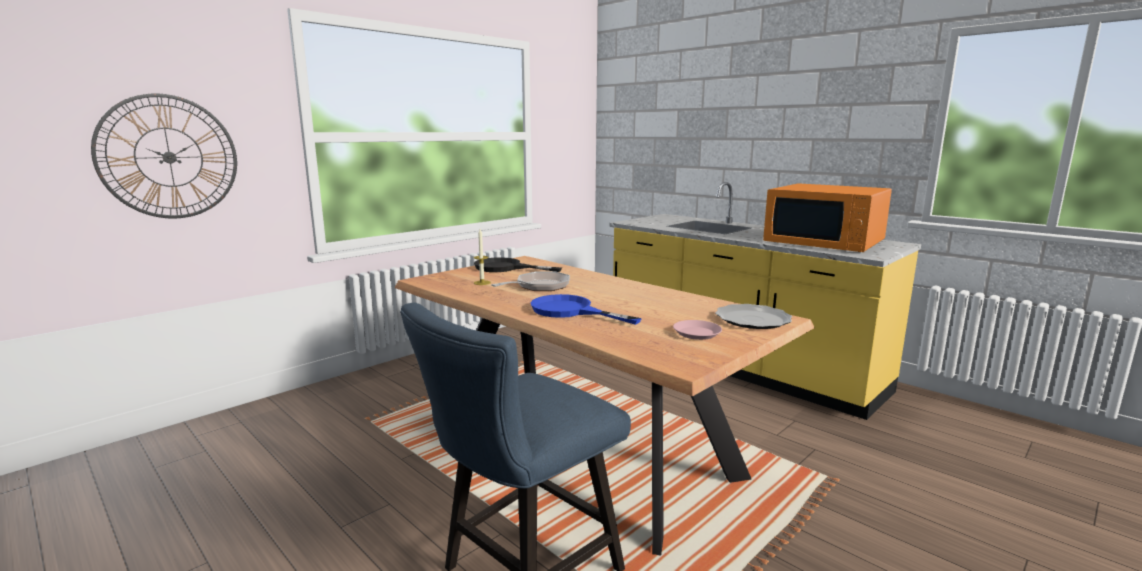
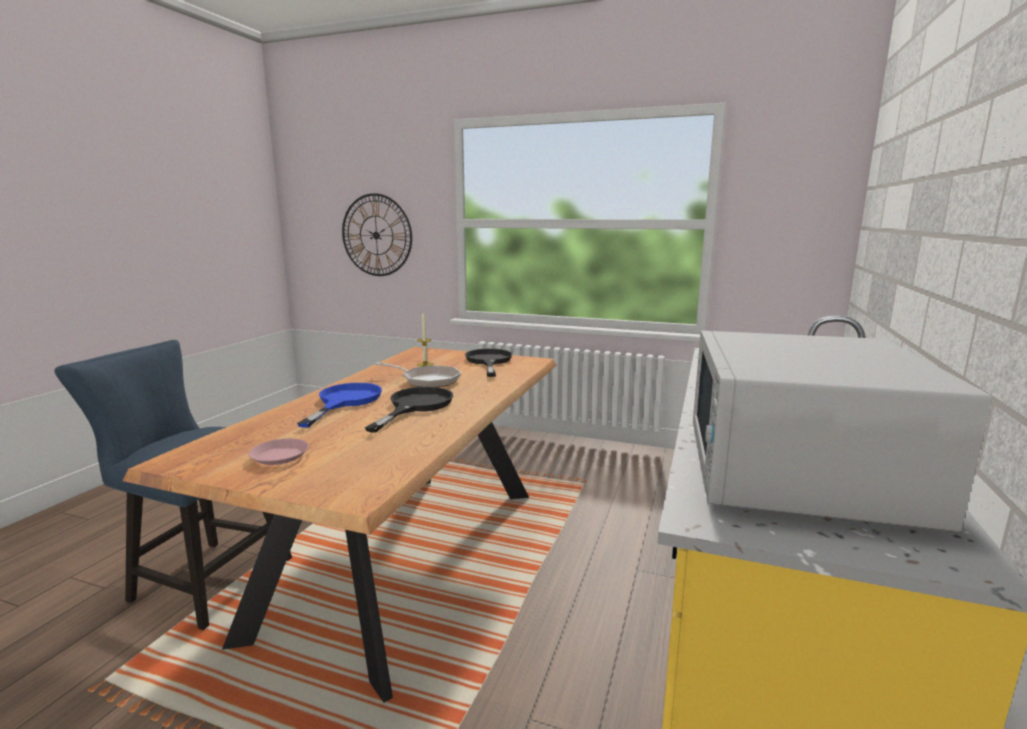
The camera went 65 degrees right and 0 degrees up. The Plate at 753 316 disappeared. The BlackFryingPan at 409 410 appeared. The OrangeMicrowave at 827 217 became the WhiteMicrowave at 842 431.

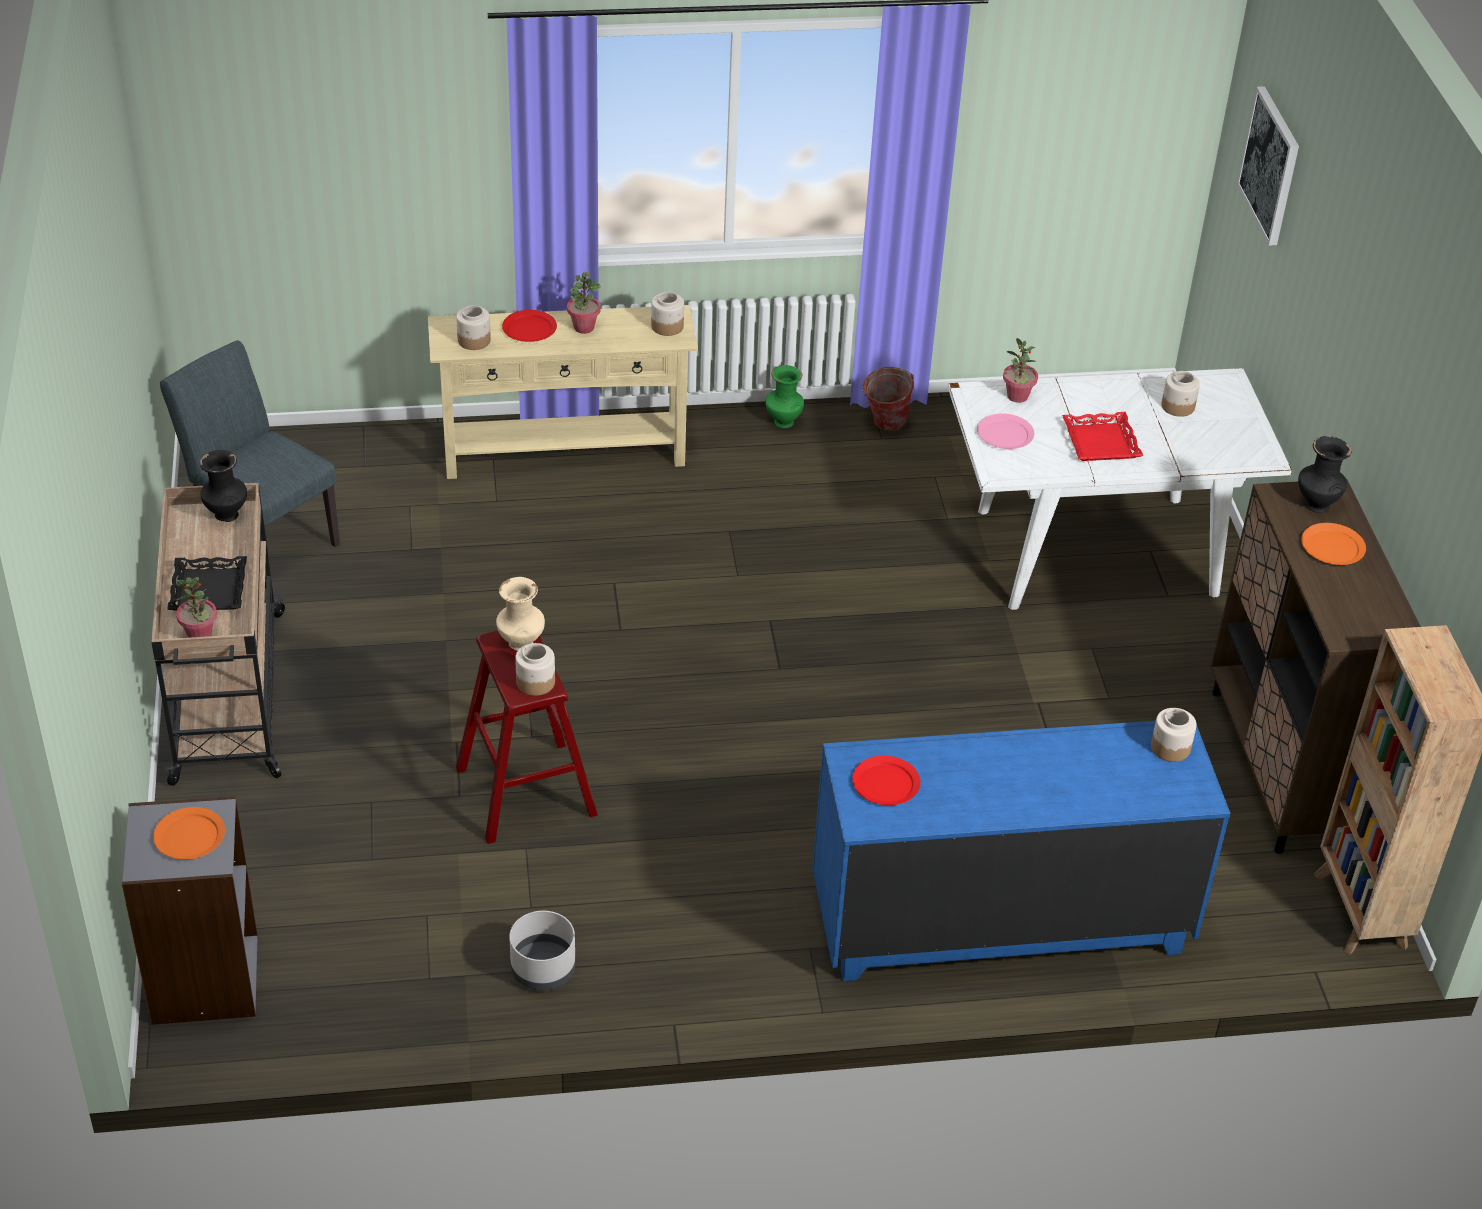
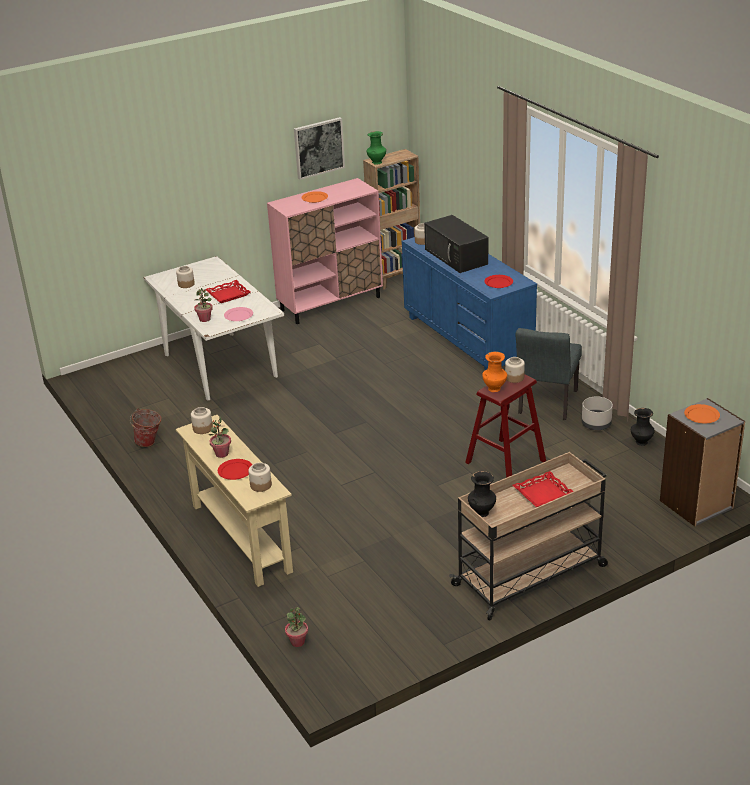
The camera went 110 degrees left and 10 degrees down. The BlackMicrowave at 456 244 appeared. The GreyChair moved from 250 464 to 548 374. The PottedPlant moved from 196 607 to 296 627. The GreenVase moved from 784 396 to 376 148. The Picture moved from 1268 165 to 319 148. The BlackVase moved from 1324 474 to 643 427. The BlackTray at 207 583 became the RedTray at 543 489. The BeigeVase at 520 614 became the OrangeVase at 494 371. The BrownCabinet at 1316 666 became the PinkCabinet at 325 251.

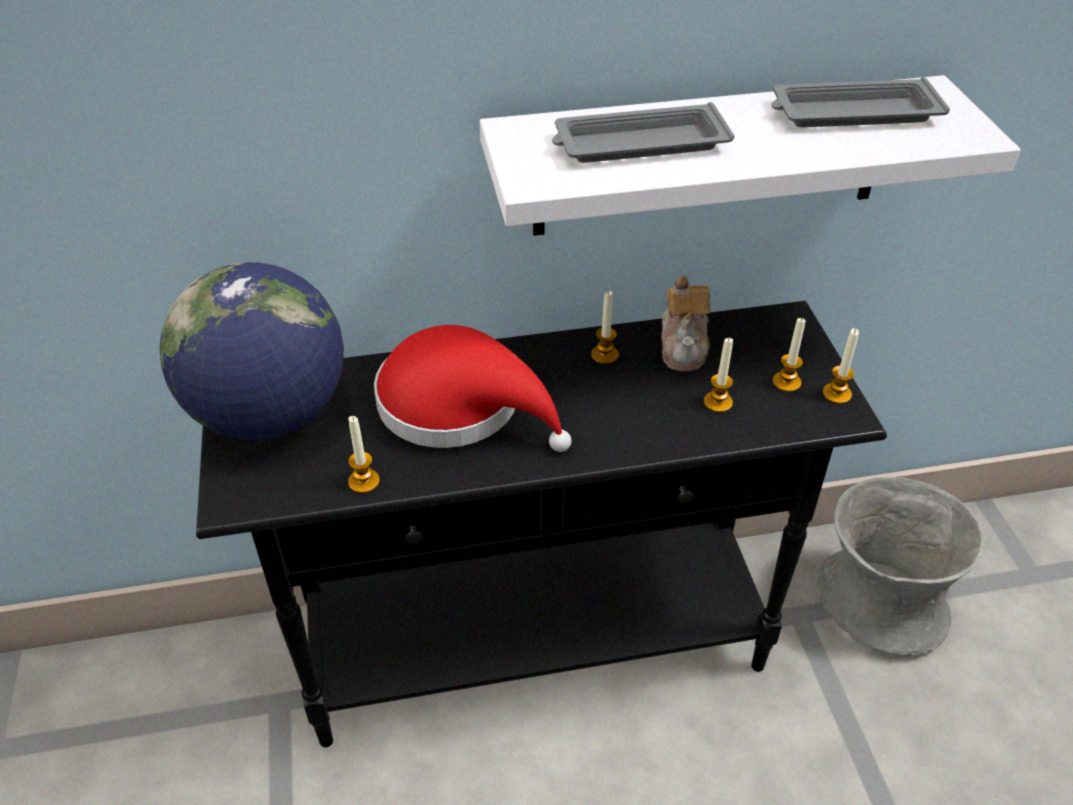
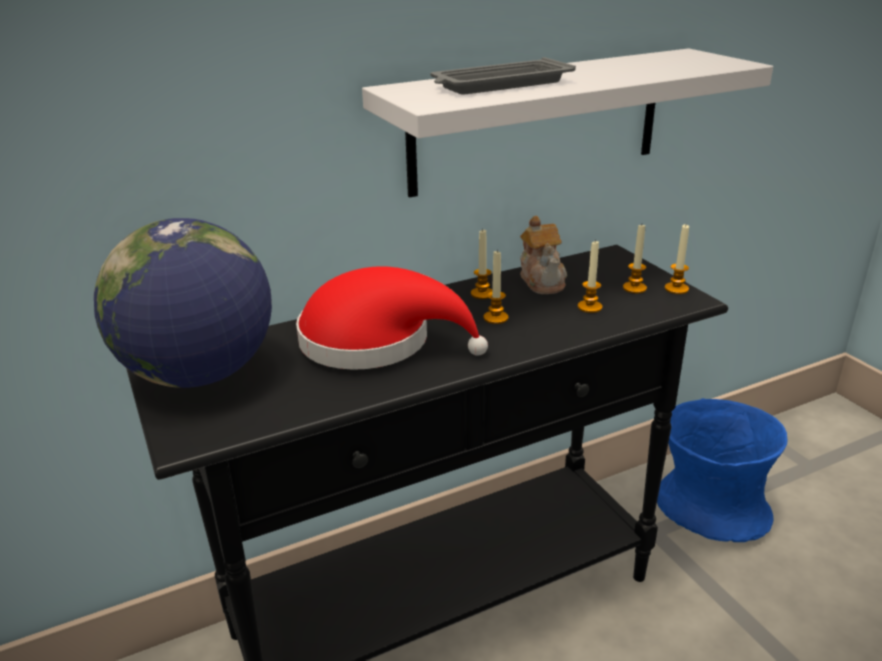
The camera went 15 degrees left and 15 degrees down. The GreyTray at 861 102 disappeared. The Candle moved from 364 454 to 496 287. The GreyVase at 900 566 became the BlueVase at 722 470.

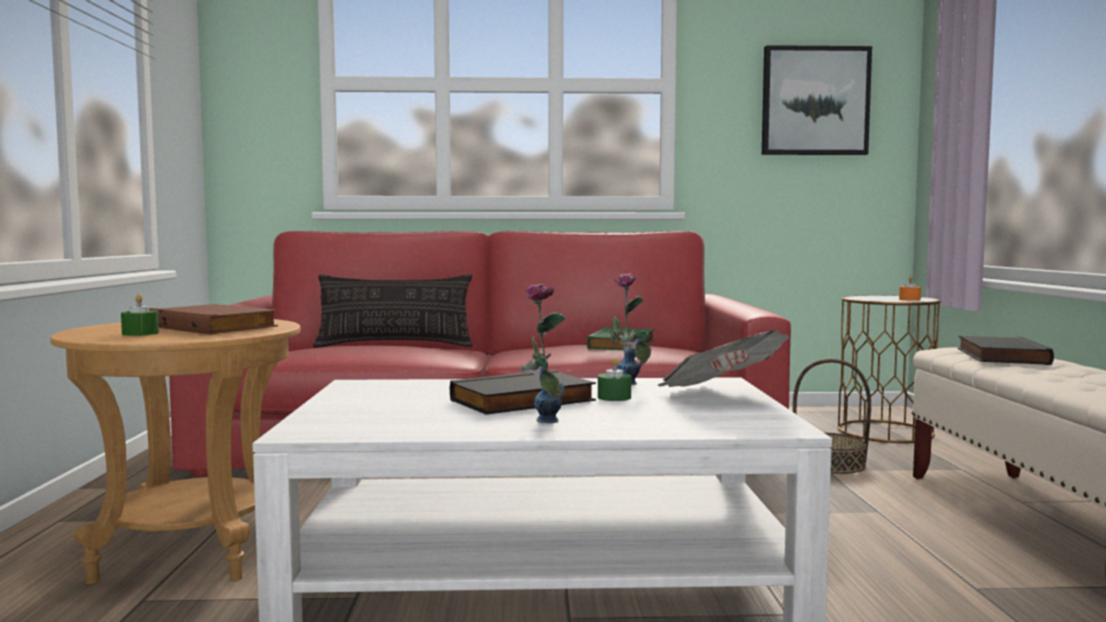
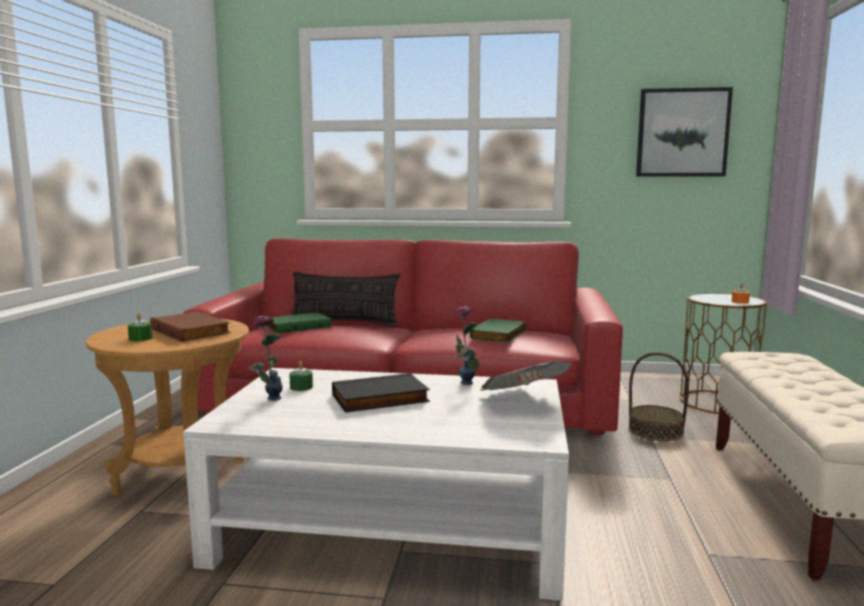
The camera went 10 degrees right and 5 degrees up. The BlackBook at 1006 350 disappeared. The GreenBook at 298 322 appeared. The Vase moved from 542 354 to 265 358. The GreenCandle moved from 614 379 to 301 376.

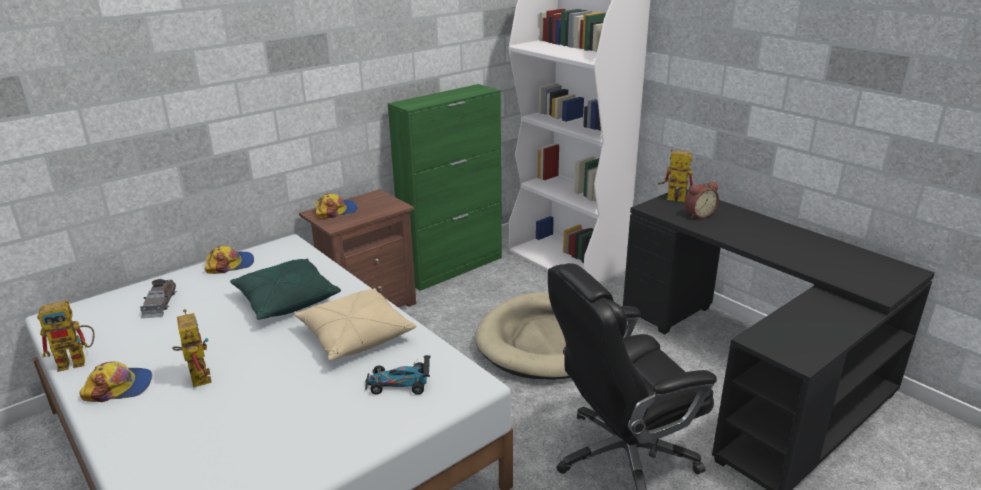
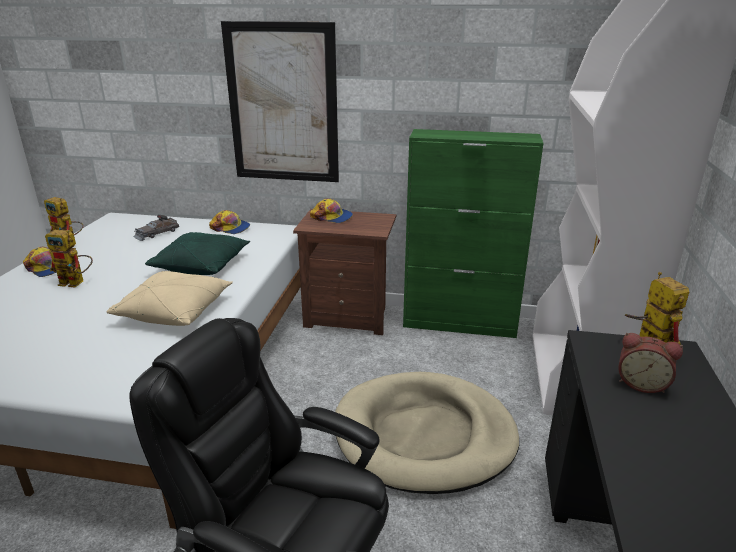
The camera went 50 degrees right and 0 degrees up. The ToyCar at 398 375 disappeared. The Picture at 280 101 appeared. The ToyRobot at 192 348 turned 75 degrees clockwise.

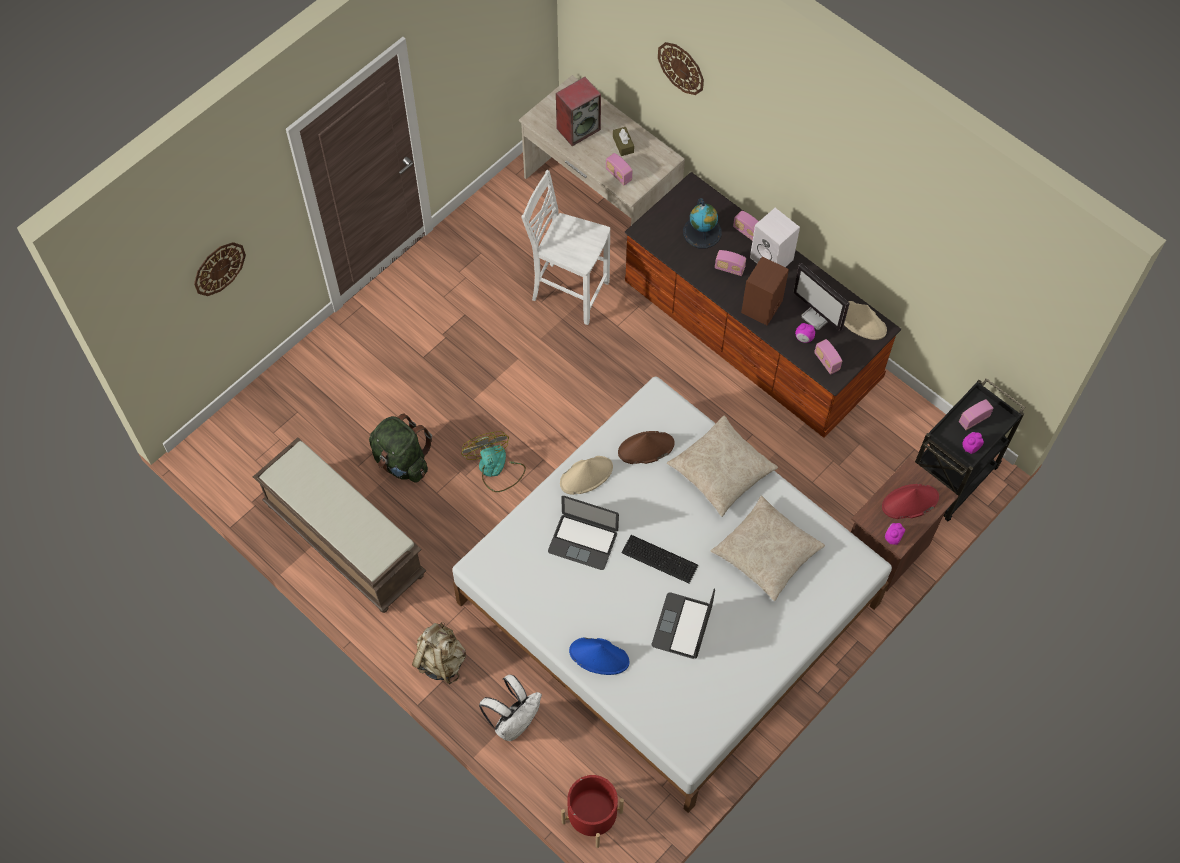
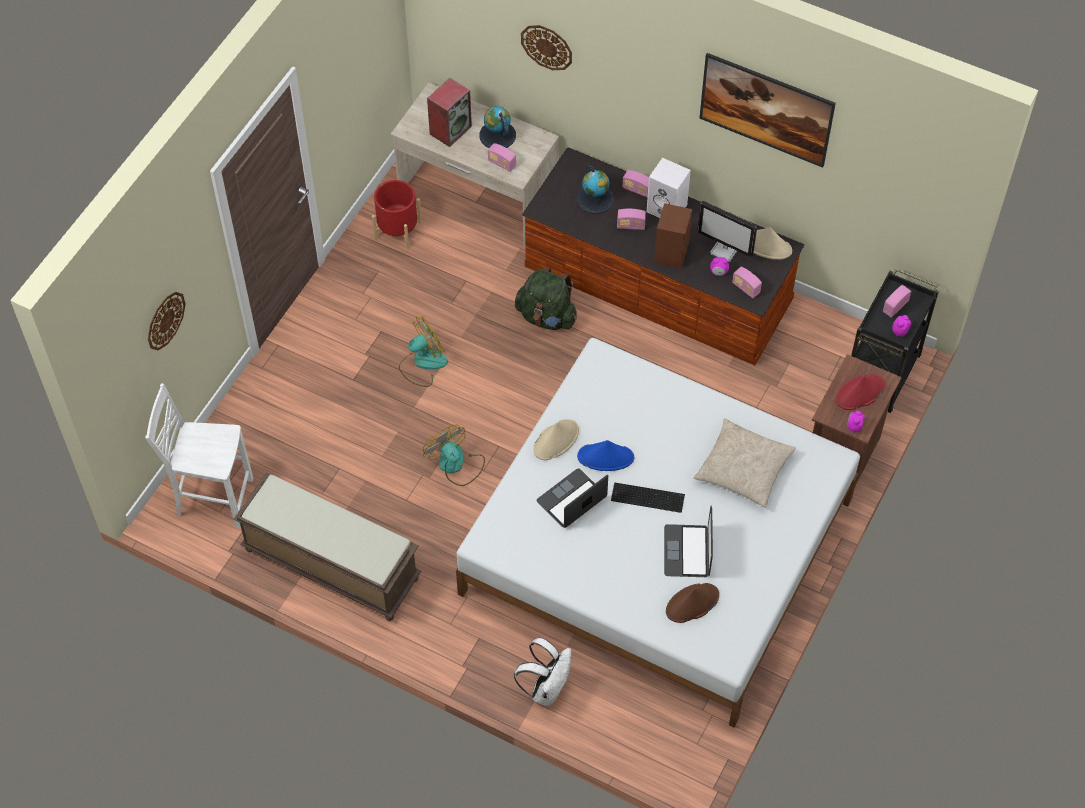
The camera went 15 degrees left and 5 degrees down. The BeigeBackpack at 439 653 disappeared. The BeigePillow at 722 466 disappeared. The Fan at 423 351 appeared. The Picture at 767 110 appeared. The GreenBackpack moved from 400 448 to 546 298. The WhiteChair moved from 565 247 to 199 456. The RedPlanter moved from 592 811 to 397 214. The BlueHat moved from 599 656 to 605 455. The BrownHat moved from 646 447 to 692 603. The BrownTissueBox at 623 141 was replaced by the Globe at 497 127. The Laptop at 583 533 turned 135 degrees clockwise.

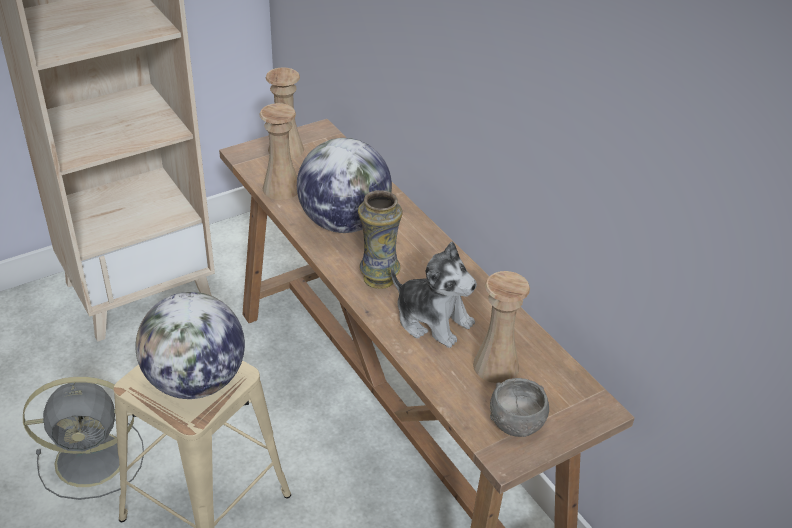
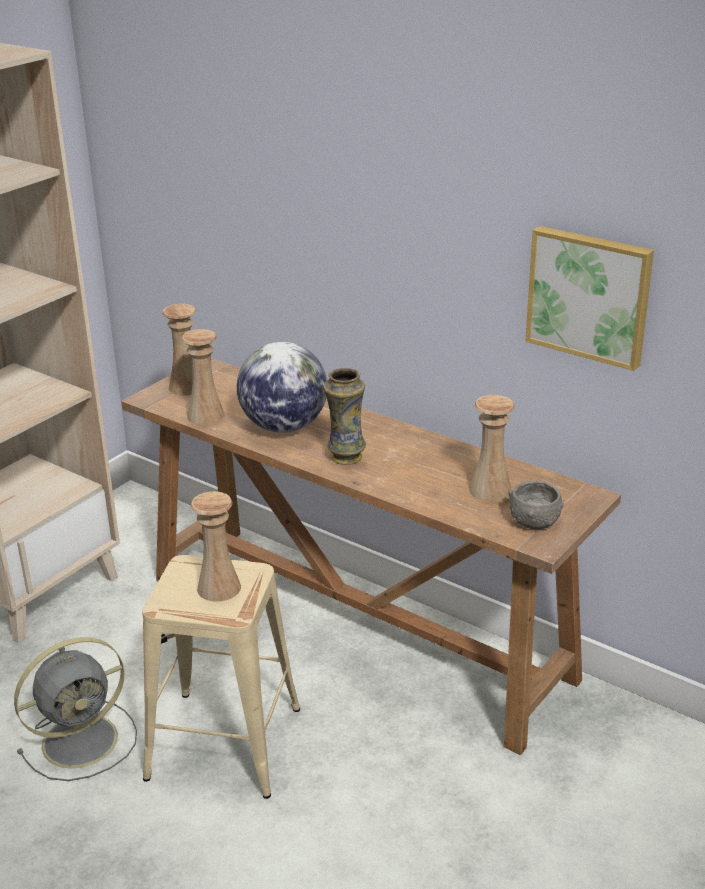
The camera went 20 degrees left and 10 degrees down. The PlushToy at 434 295 disappeared. The Picture at 590 298 appeared. The Globe at 190 345 was replaced by the BeigeVase at 216 546.

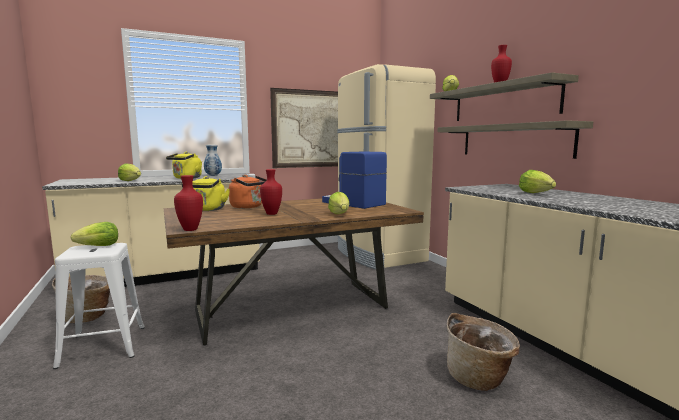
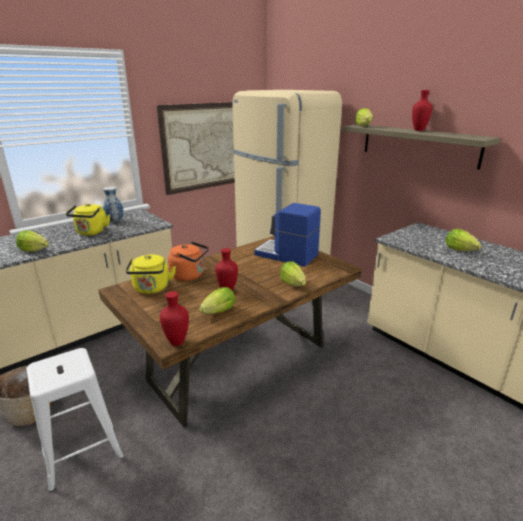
The camera went 15 degrees left and 15 degrees up. The Shelf at 515 139 disappeared. The Basket at 483 352 disappeared. The Lettuce moved from 94 234 to 217 300.

